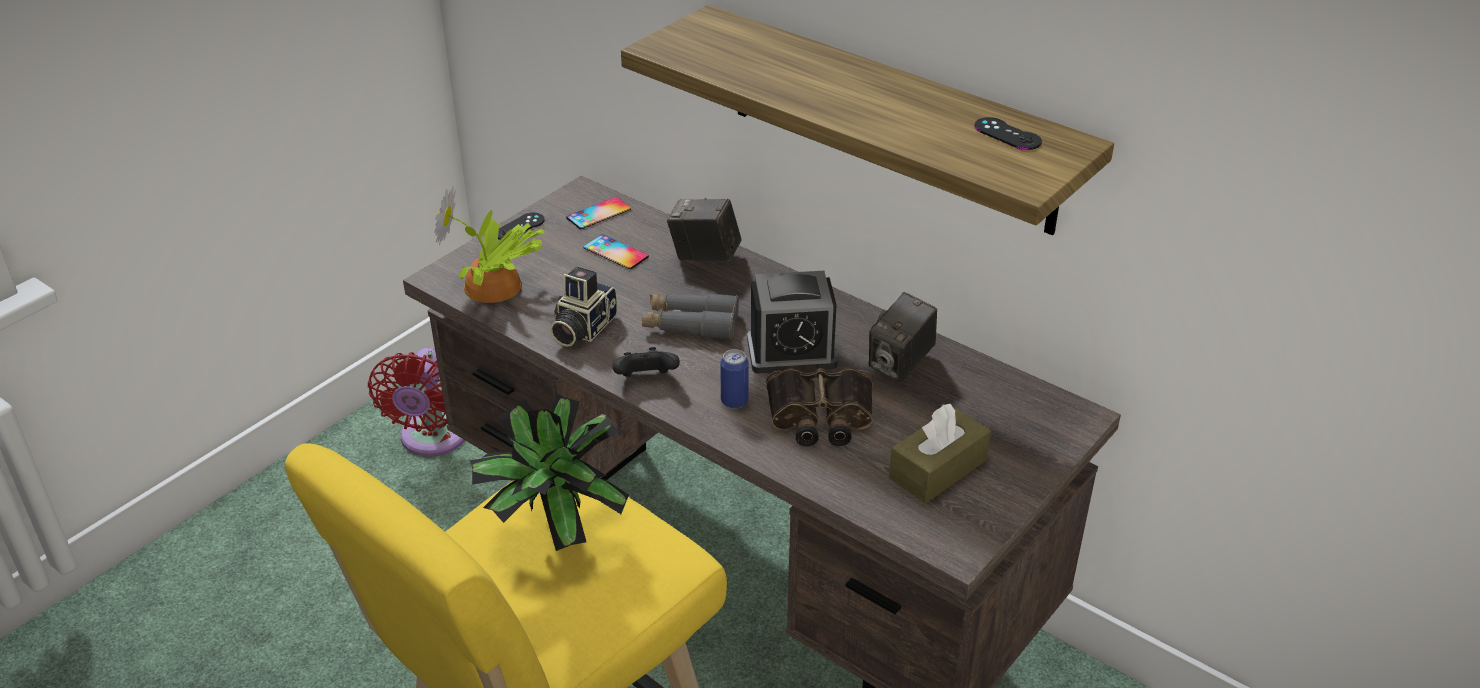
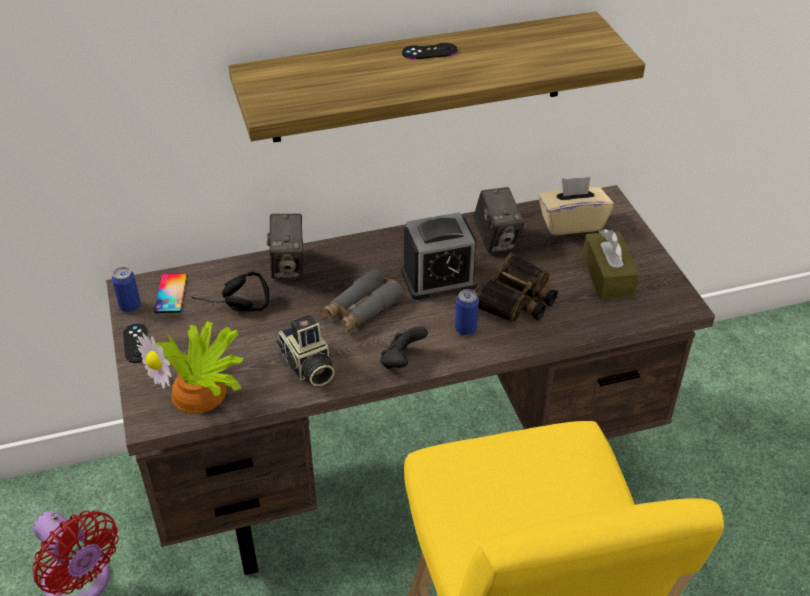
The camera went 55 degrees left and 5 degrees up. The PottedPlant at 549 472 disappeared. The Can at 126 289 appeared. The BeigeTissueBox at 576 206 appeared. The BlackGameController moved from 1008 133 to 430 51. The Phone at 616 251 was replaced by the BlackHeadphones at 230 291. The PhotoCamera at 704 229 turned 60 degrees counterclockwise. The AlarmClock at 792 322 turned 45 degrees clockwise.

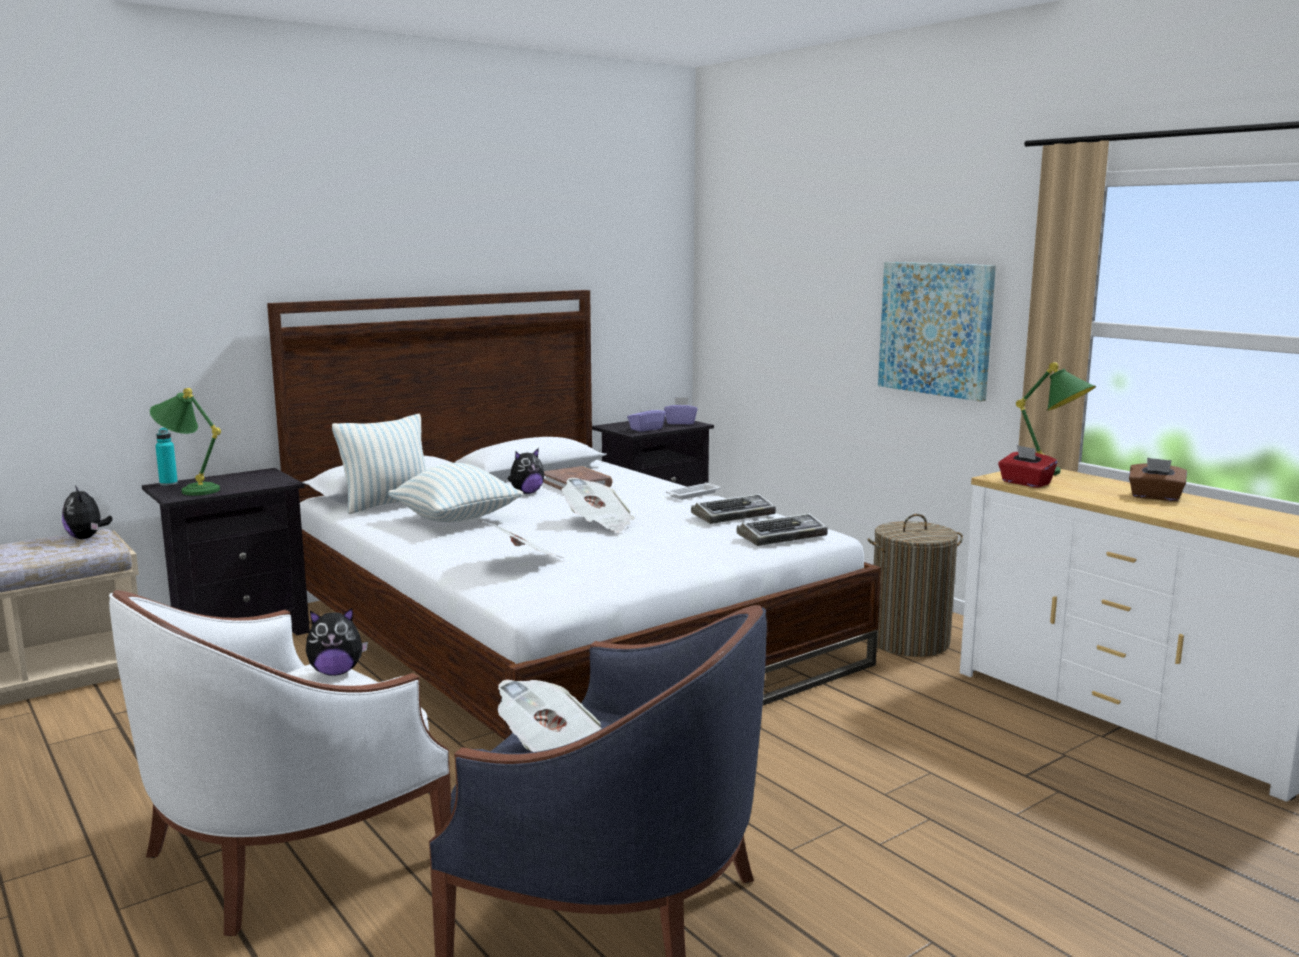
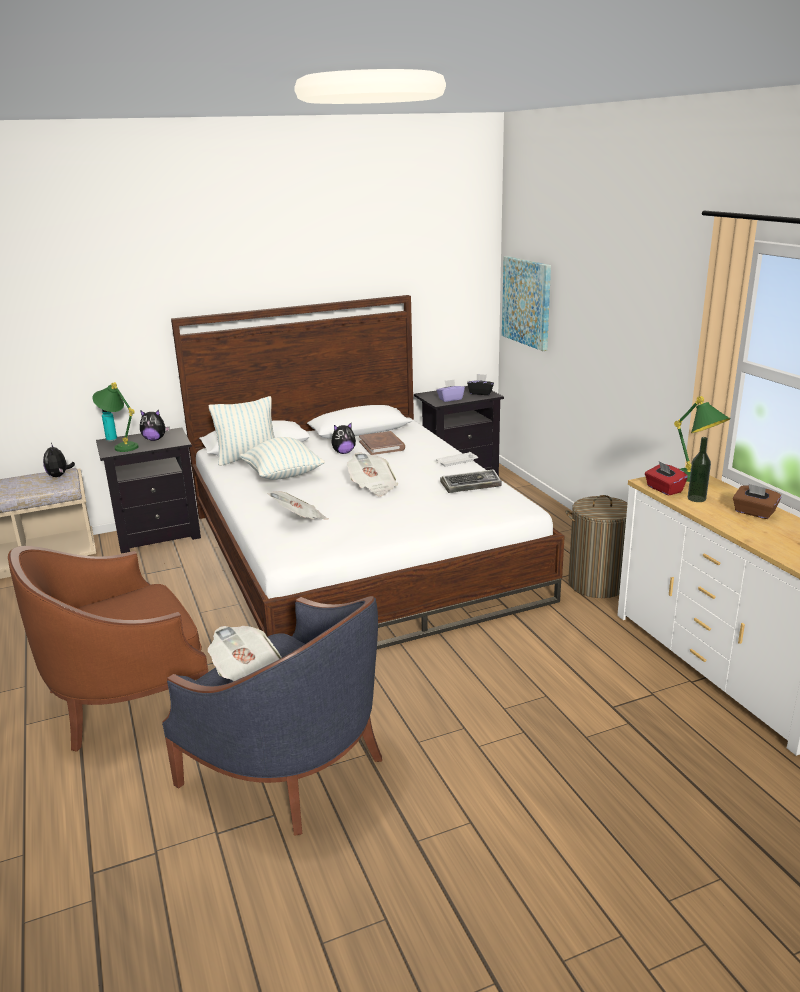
The camera went 15 degrees right and 10 degrees up. The Keyboard at 782 529 disappeared. The Bottle at 699 469 appeared. The PlushToy moved from 337 642 to 154 425. The Picture moved from 937 332 to 526 303. The WhiteArmchair at 280 763 became the BrownArmchair at 108 649. The PurpleTissueBox at 681 410 became the BlackTissueBox at 480 384.

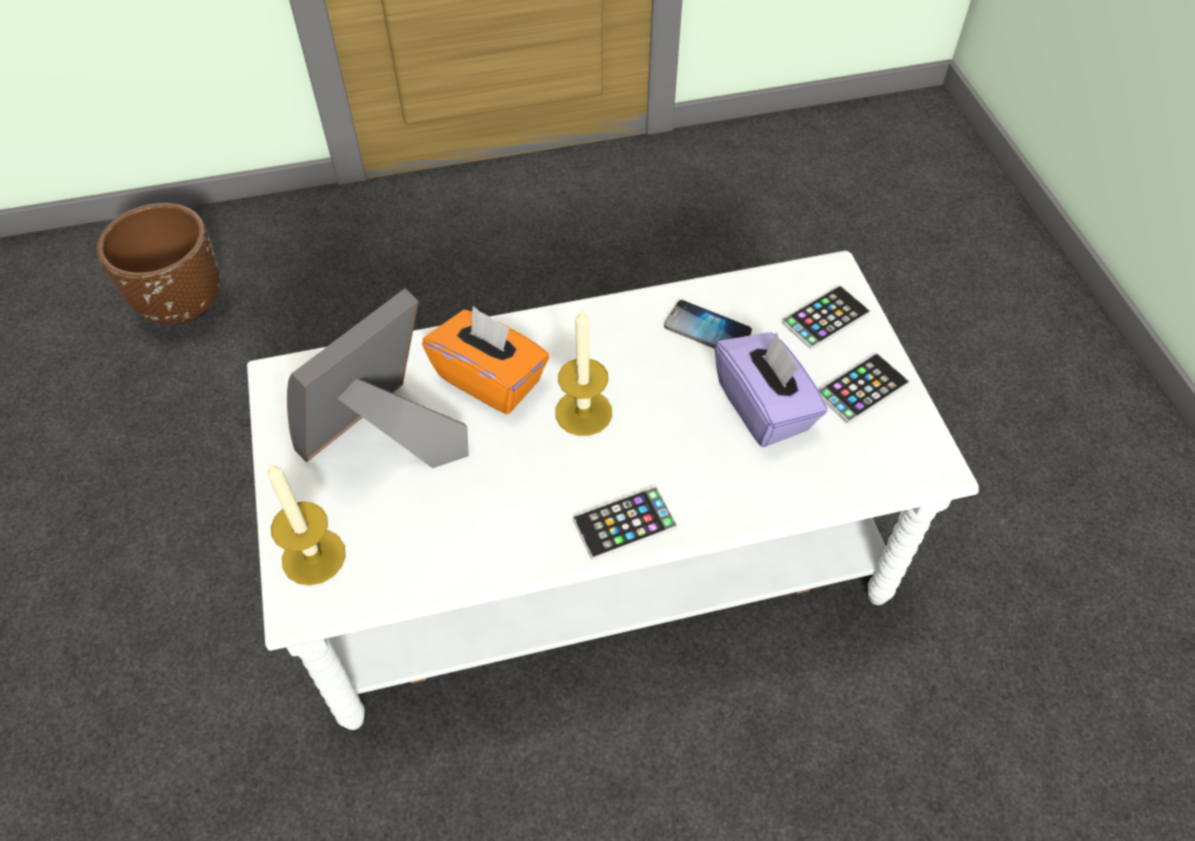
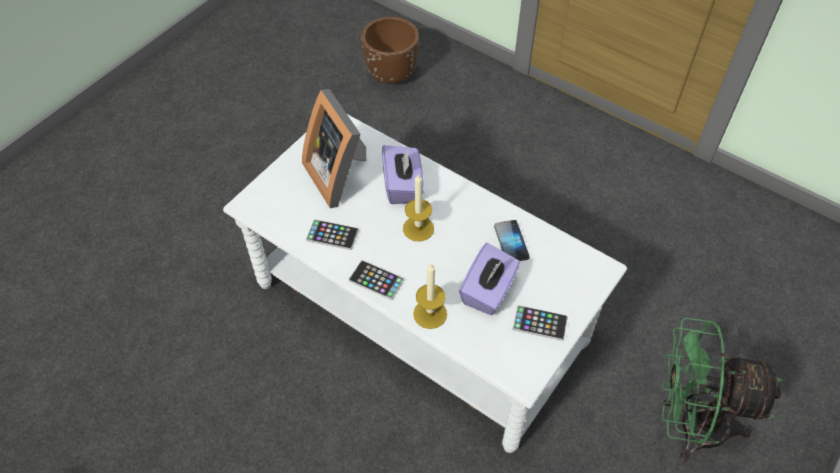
The camera went 50 degrees right and 0 degrees up. The GreenFan at 722 389 appeared. The Candle moved from 306 524 to 430 296. The Phone moved from 826 317 to 332 234. The OrangeTissueBox at 485 360 became the PurpleTissueBox at 403 174. The PictureFrame at 378 378 turned 120 degrees counterclockwise.

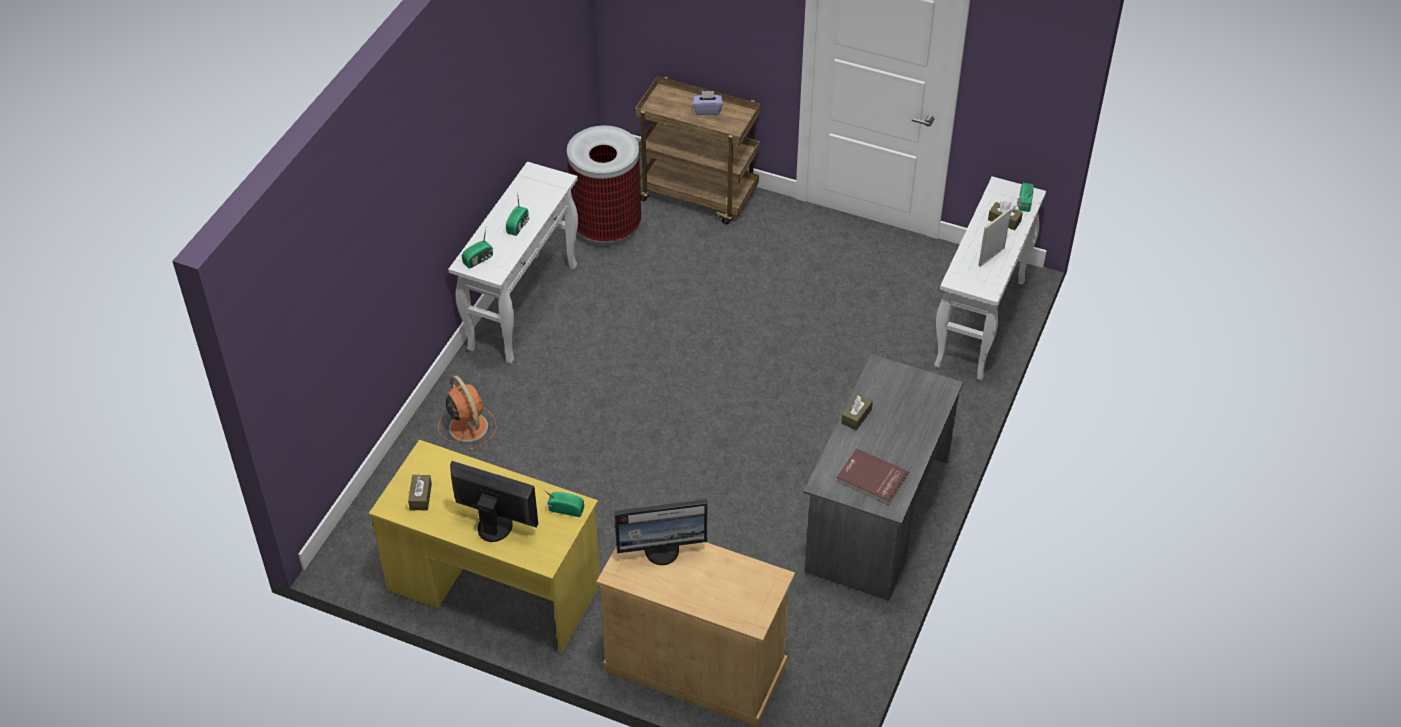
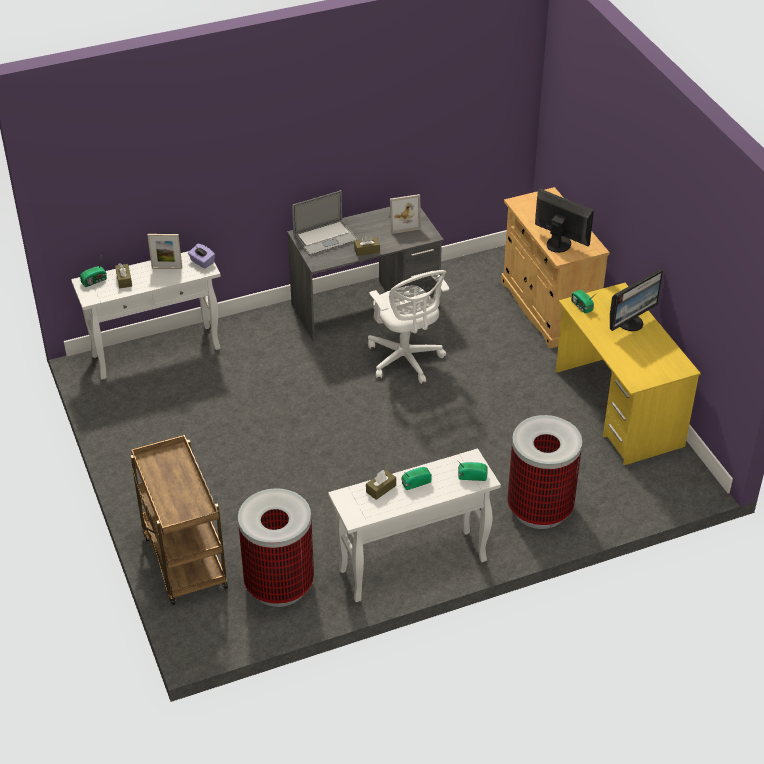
The camera went 135 degrees left and 5 degrees down. The Laptop at 325 223 appeared. The WhiteOfficeChair at 408 327 appeared. The BrownTissueBox moved from 420 492 to 381 485. The PurpleTissueBox moved from 708 103 to 201 256. The OrangeFan at 467 413 was replaced by the TrashCan at 544 472. The RedBook at 872 476 was replaced by the PictureFrame at 404 214. The Monitor at 494 501 turned 105 degrees counterclockwise.

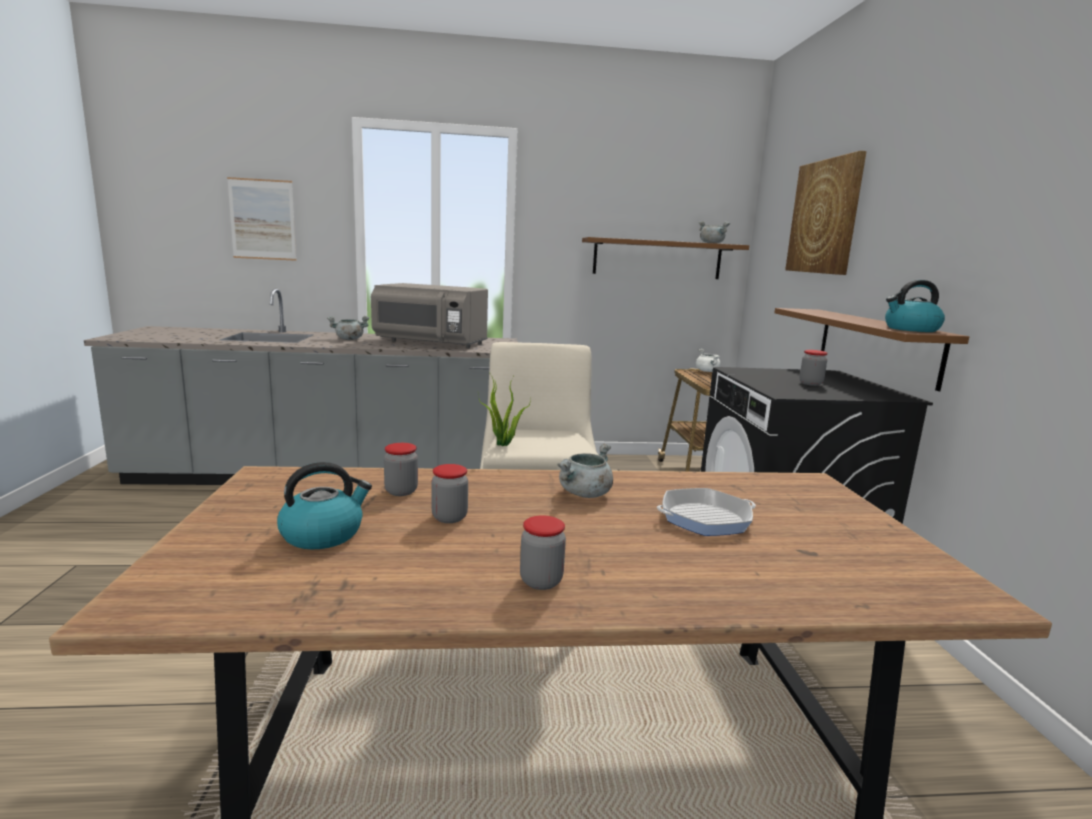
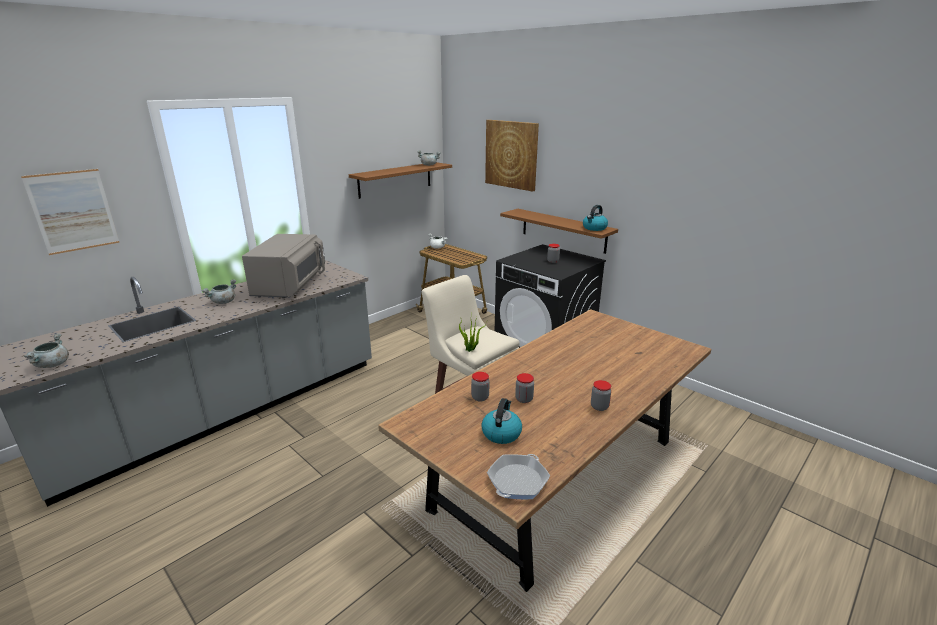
The camera went 40 degrees left and 10 degrees up. The GreyCookingPot moved from 585 470 to 46 351. The FryingPan moved from 706 512 to 518 477. The GreyMicrowave at 429 315 turned 60 degrees counterclockwise.

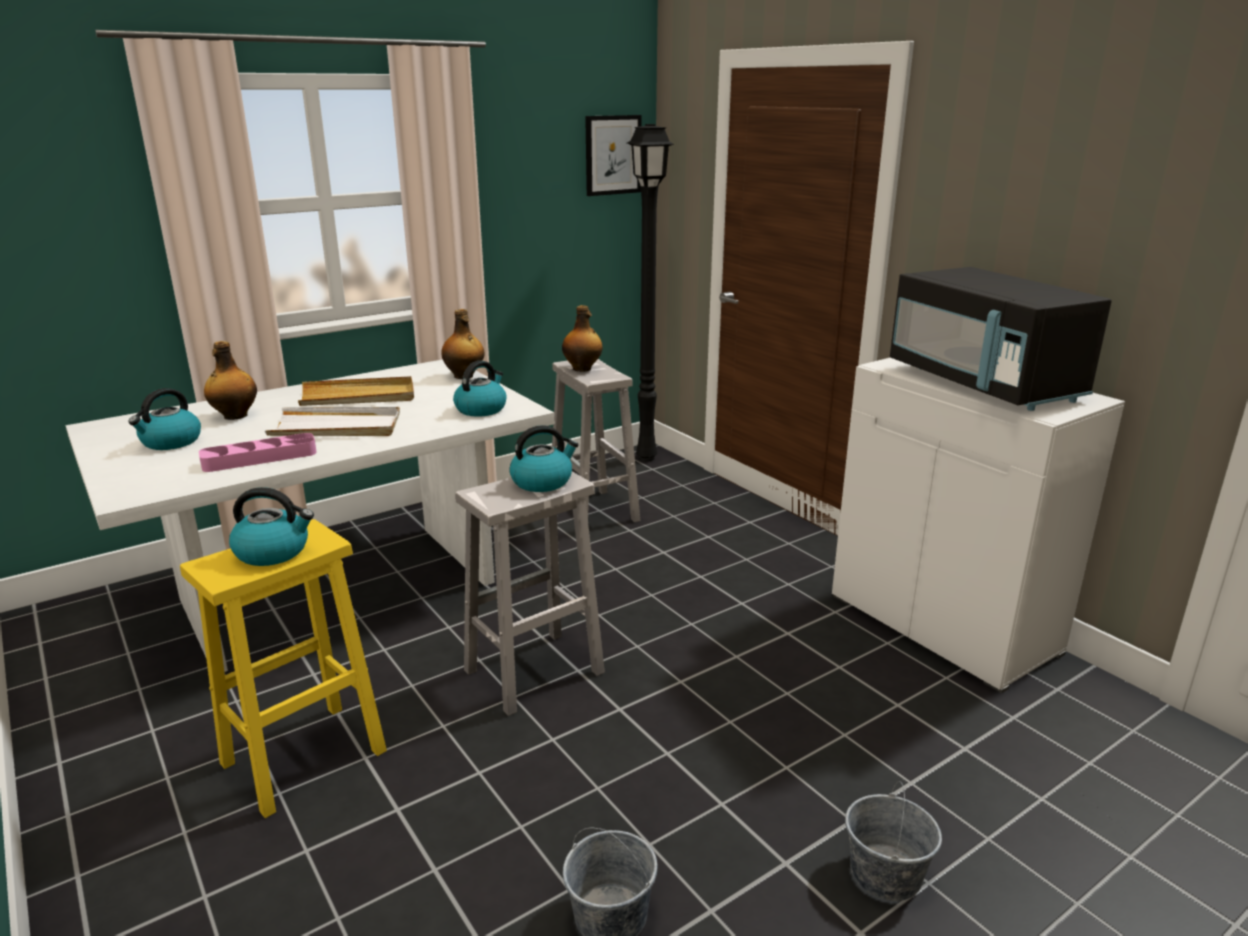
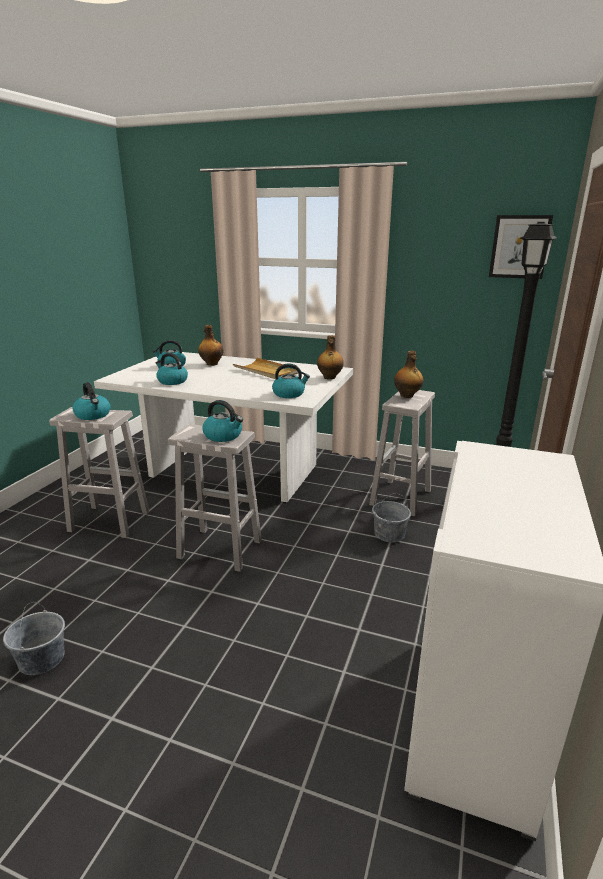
The camera went 55 degrees right and 0 degrees up. The WhiteTray at 332 421 disappeared. The BlackMicrowave at 1001 339 disappeared. The GreyBucket moved from 893 841 to 391 517. The PinkTray at 258 452 was replaced by the Kettle at 171 369. The YellowStool at 283 668 became the WhiteStool at 99 472.

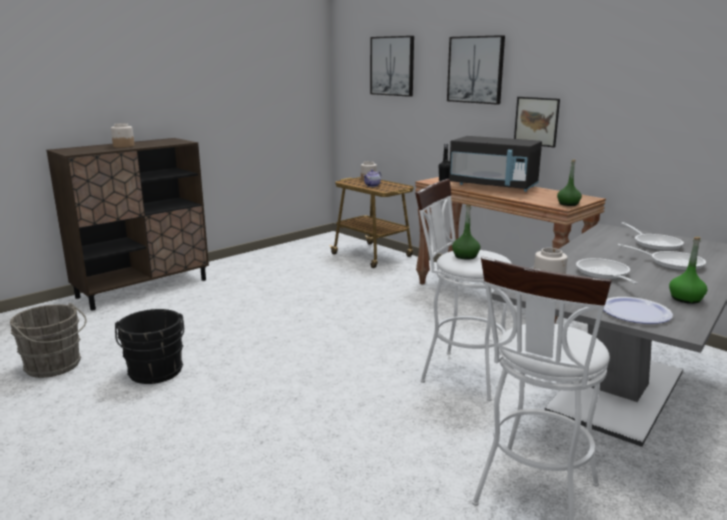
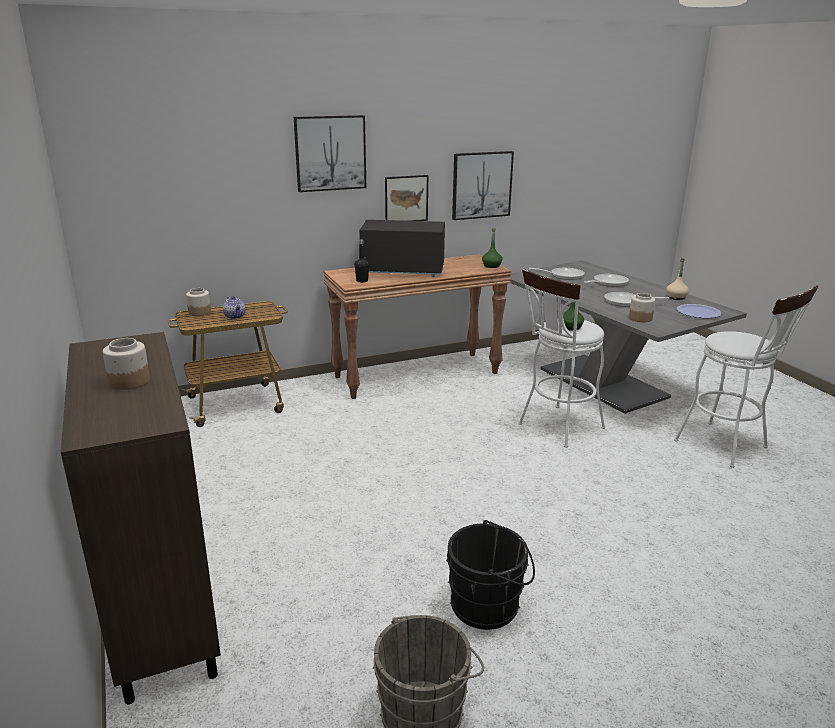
The camera went 70 degrees left and 5 degrees up. The Picture moved from 392 66 to 483 185. The GreenBottle at 688 270 became the BeigeBottle at 677 278. The BlackMicrowave at 495 164 turned 135 degrees counterclockwise.

